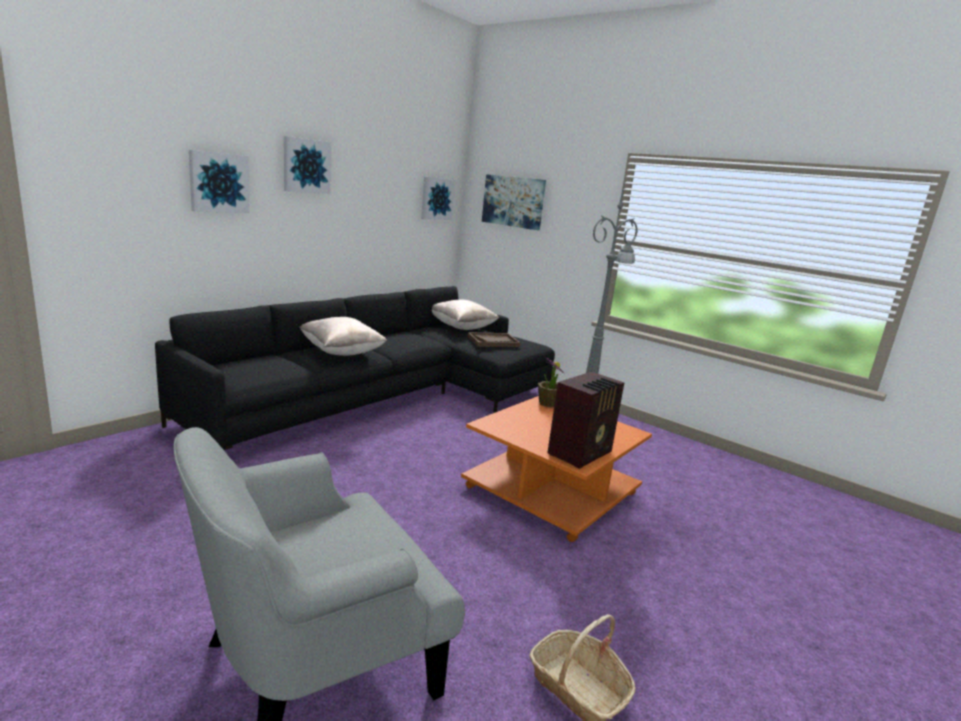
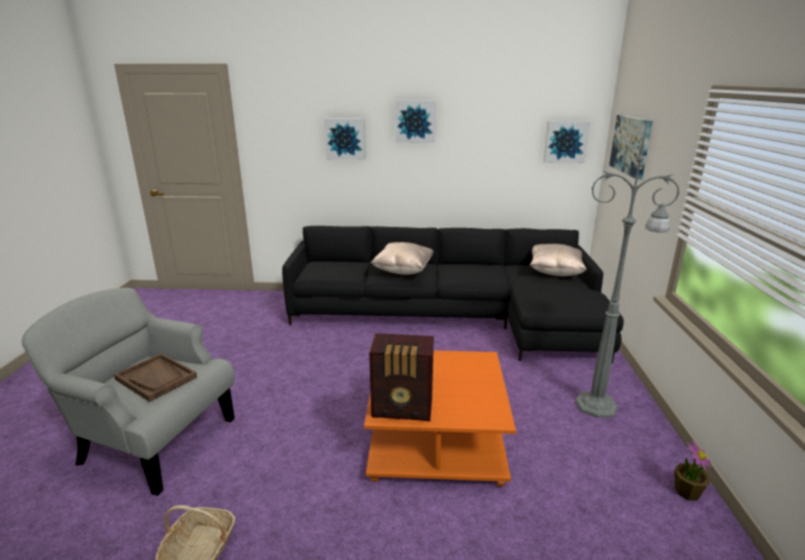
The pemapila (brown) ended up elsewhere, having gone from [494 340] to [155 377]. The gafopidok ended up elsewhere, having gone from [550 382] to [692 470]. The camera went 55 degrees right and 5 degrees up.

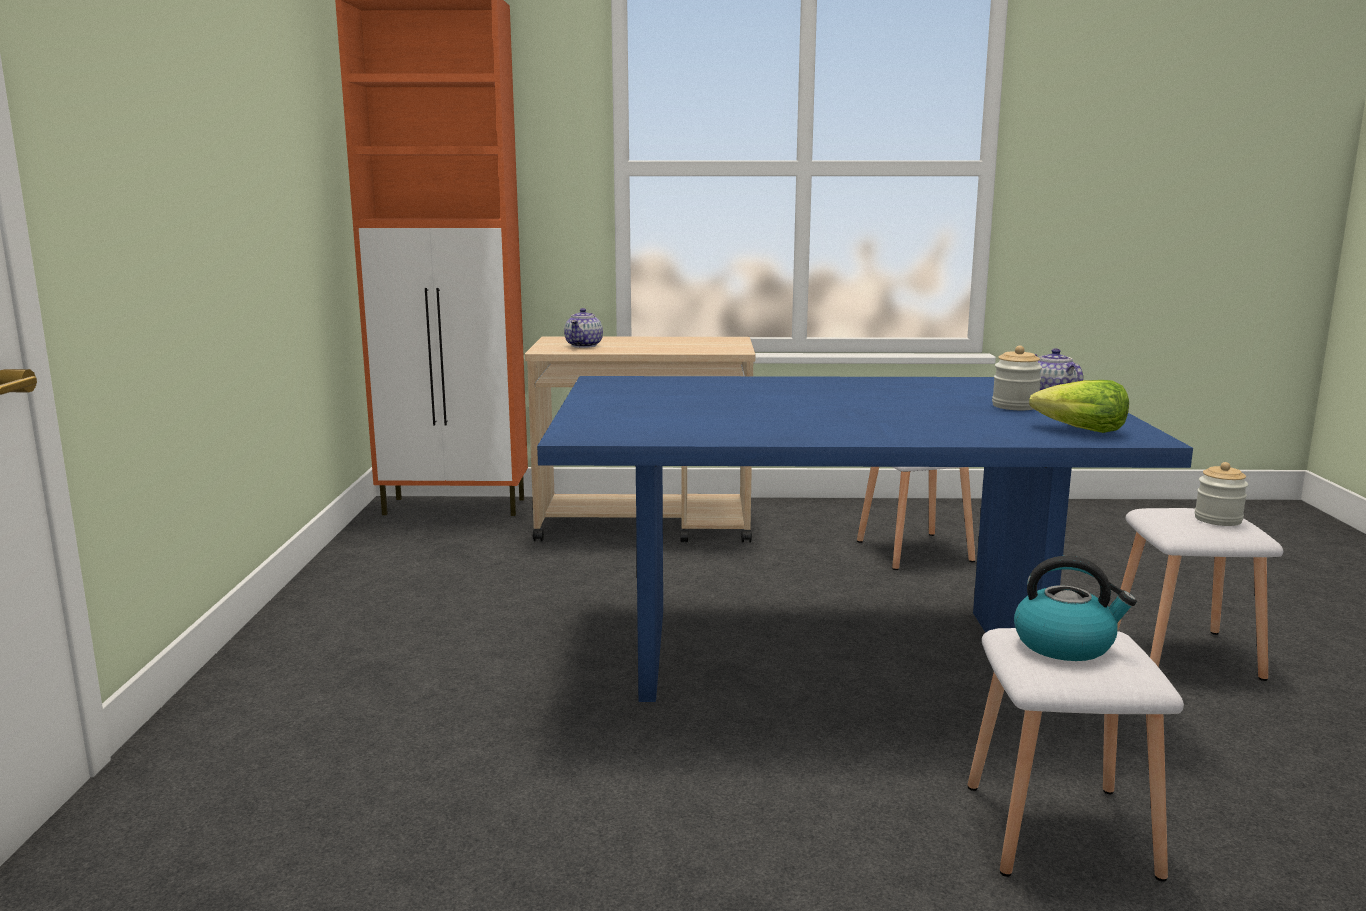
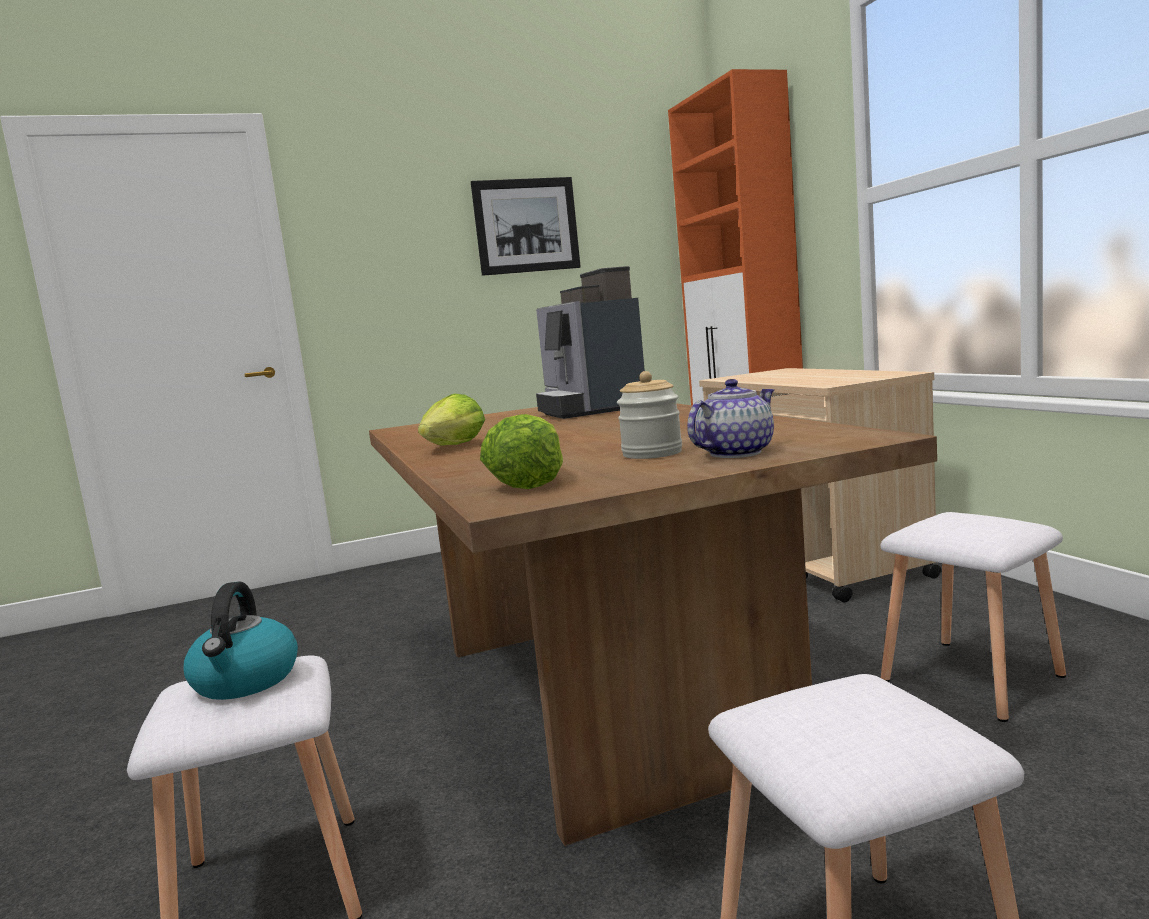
What was the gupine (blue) at [865 539] turned into the gupine (brown) at [653 624]. The second view lost the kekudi at [583 328]. The second view lost the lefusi at [1221 494]. The second view gained the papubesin at [451 420]. The second view gained the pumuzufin at [526 226]. The second view gained the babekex at [590 342]. The camera went 70 degrees right and 5 degrees down.

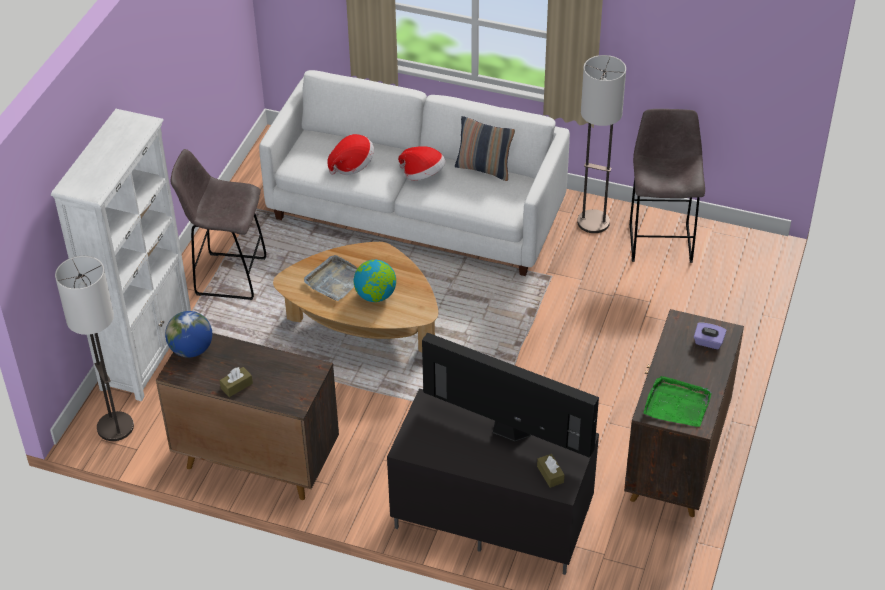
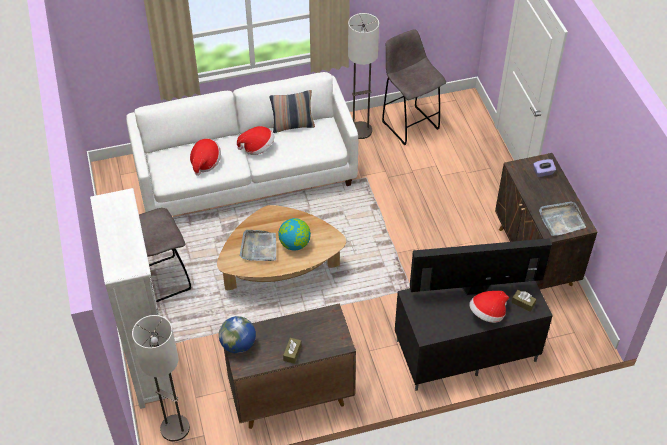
What was the pemapila (green) at [677 401] turned into the pemapila (grey) at [562 218]. The second view gained the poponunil at [489 307]. The camera went 35 degrees left and 5 degrees up.

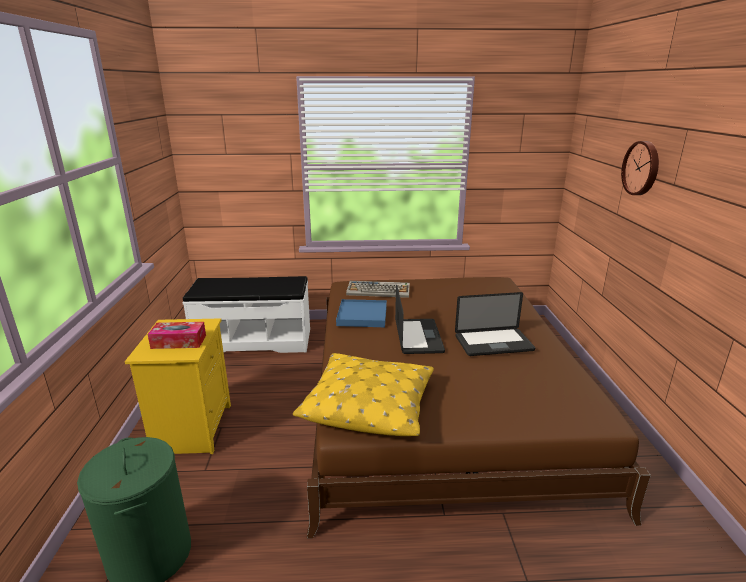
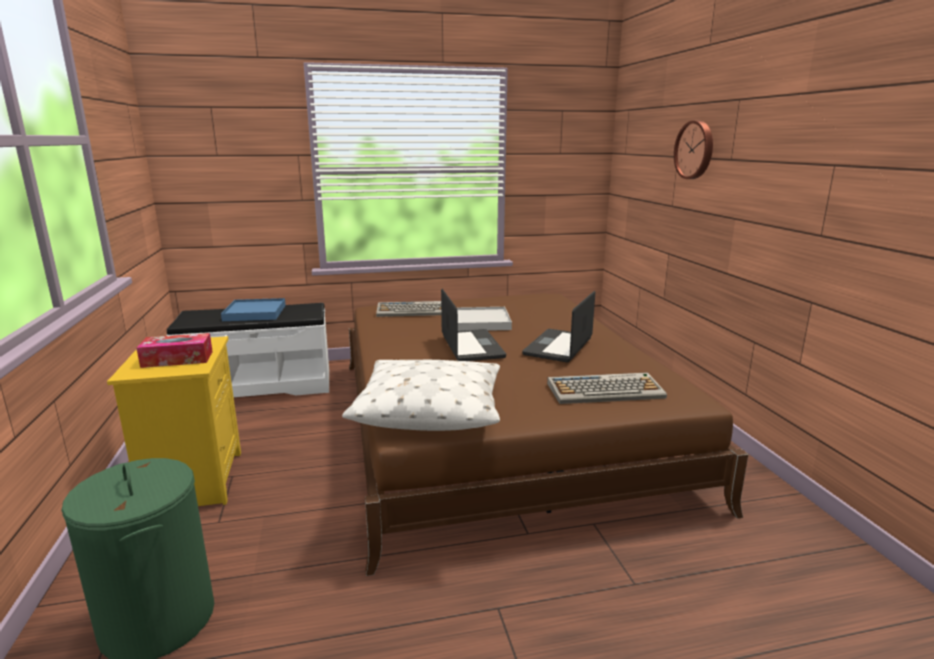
What was the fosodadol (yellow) at [363 394] turned into the fosodadol (white) at [421 395]. The pemapila (blue) ended up elsewhere, having gone from [361 313] to [253 309]. The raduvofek at [495 324] ended up facing another way, 135 degrees clockwise from before. The second view gained the pemapila (white) at [484 319]. The second view gained the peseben at [607 388]. The camera went 10 degrees left and 5 degrees down.

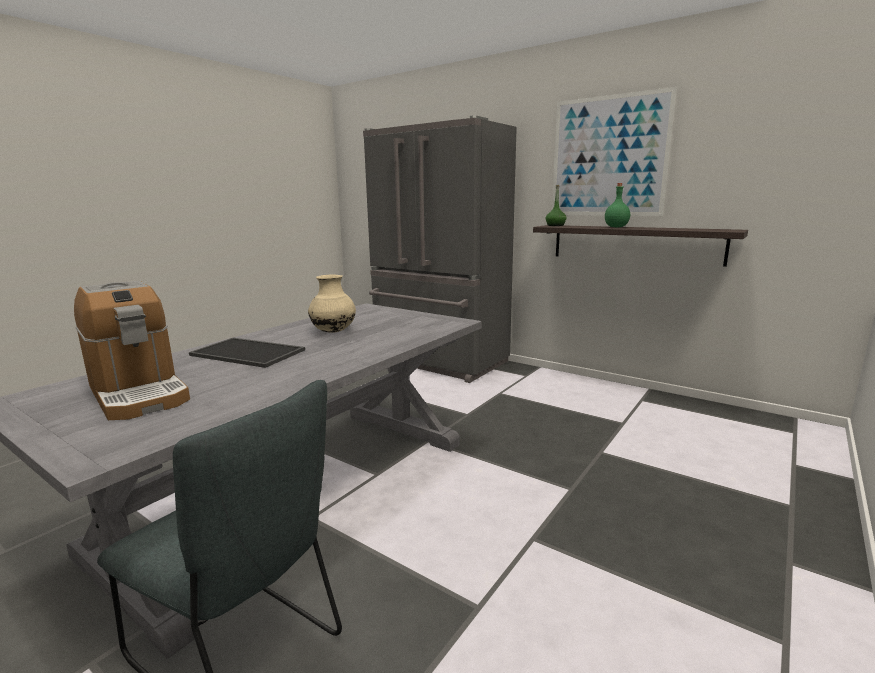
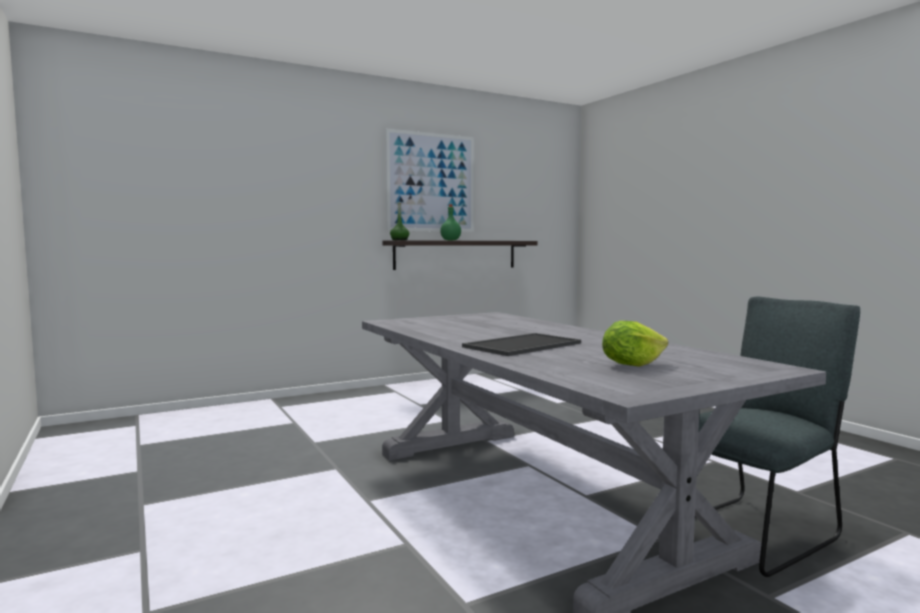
Where the babekex stood at [132 350], the papubesin came to stand at [635 344]. The second view lost the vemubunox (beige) at [332 303]. The second view lost the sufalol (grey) at [440 249]. The camera went 65 degrees left and 10 degrees down.

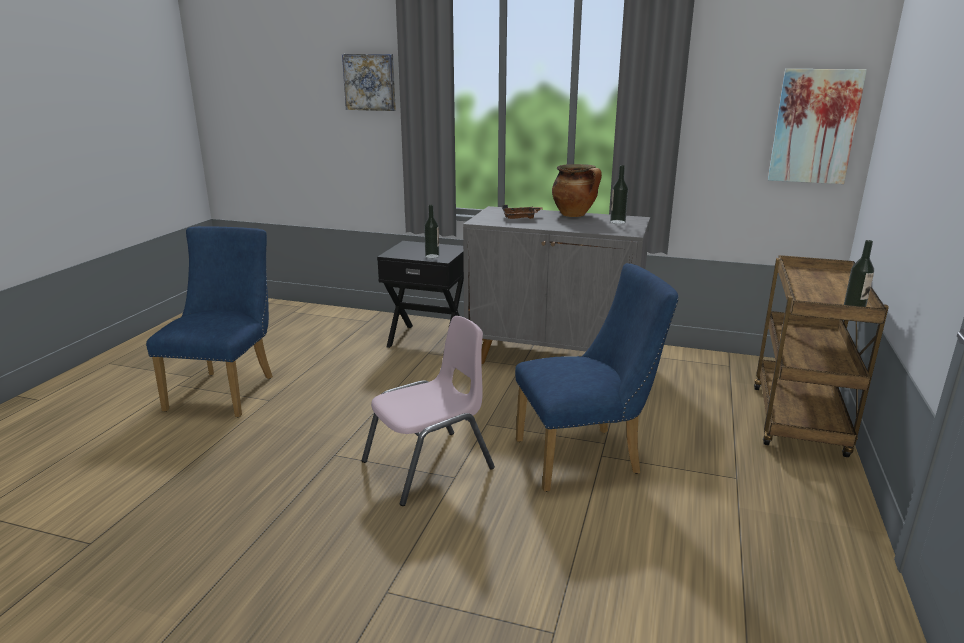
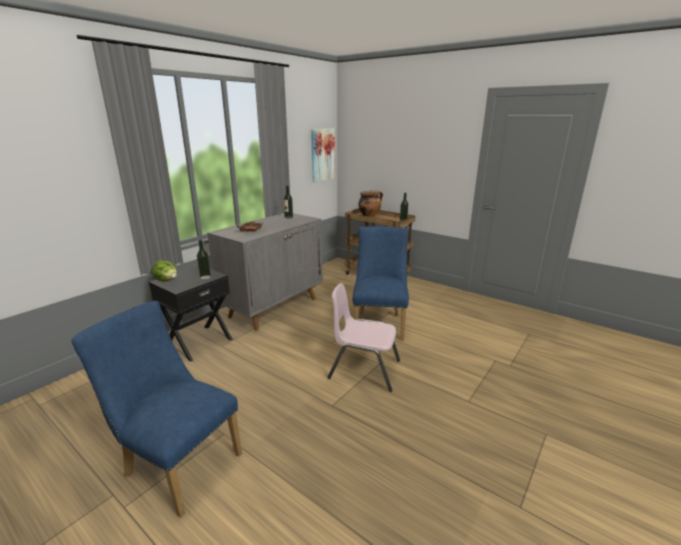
The second view lost the pumuzufin at [369 82]. The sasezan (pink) at [428 411] ended up facing another way, 60 degrees counterclockwise from before. The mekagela ended up elsewhere, having gone from [577 190] to [370 204]. The second view gained the papubesin at [164 271]. The camera went 70 degrees left and 0 degrees up.

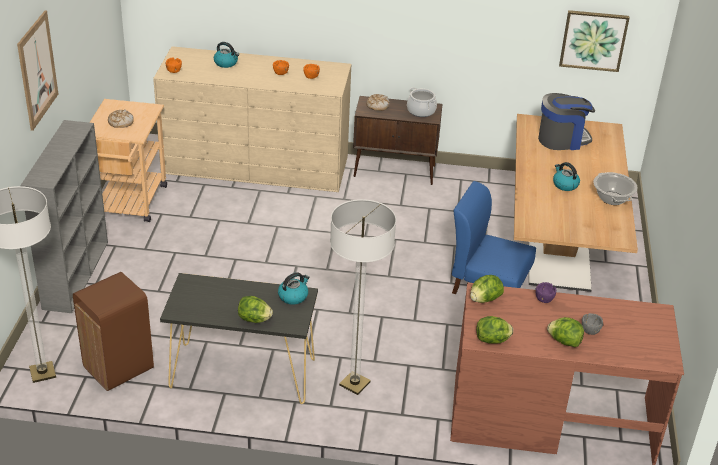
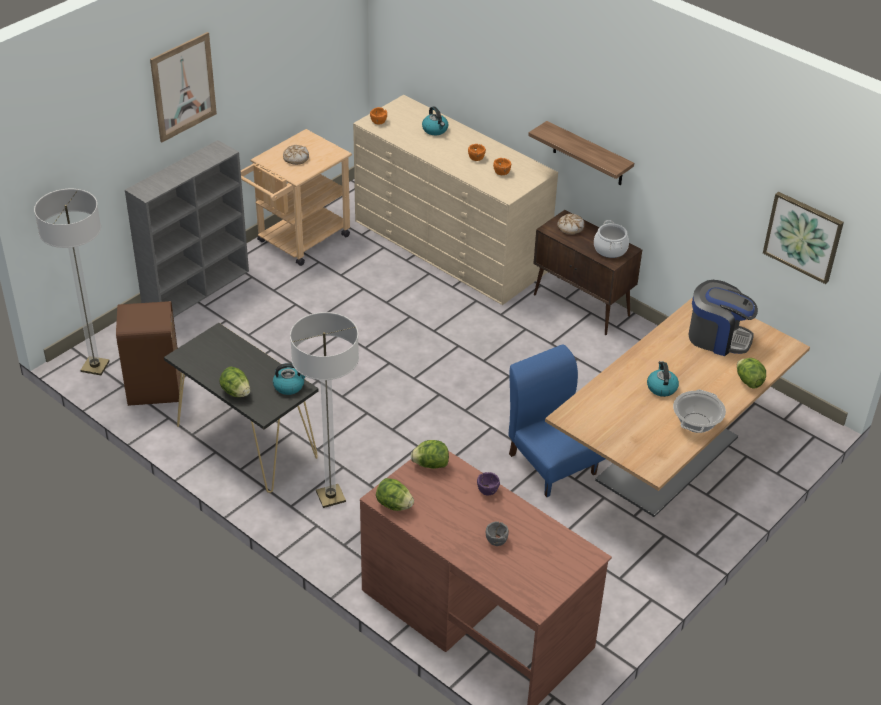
The papubesin ended up elsewhere, having gone from [565 332] to [751 373]. The second view gained the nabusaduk at [581 153]. The camera went 35 degrees right and 5 degrees up.

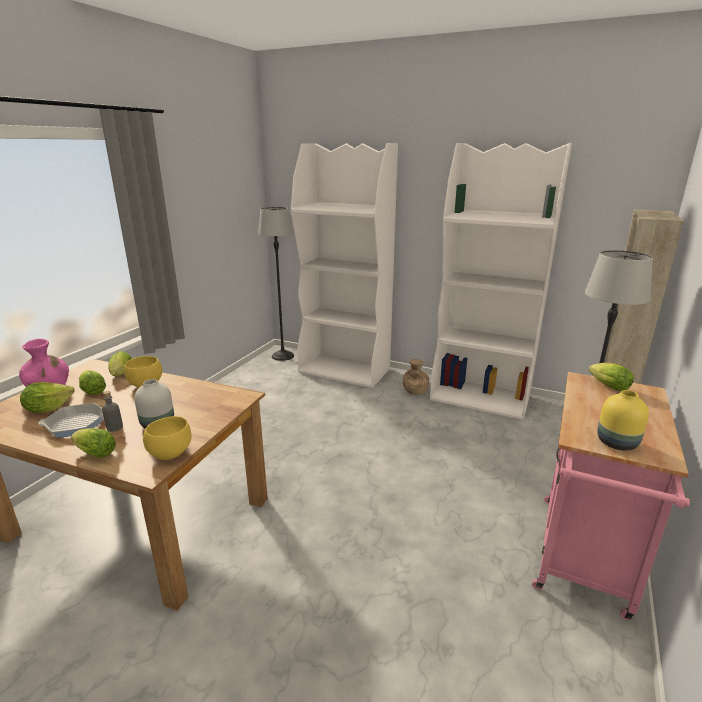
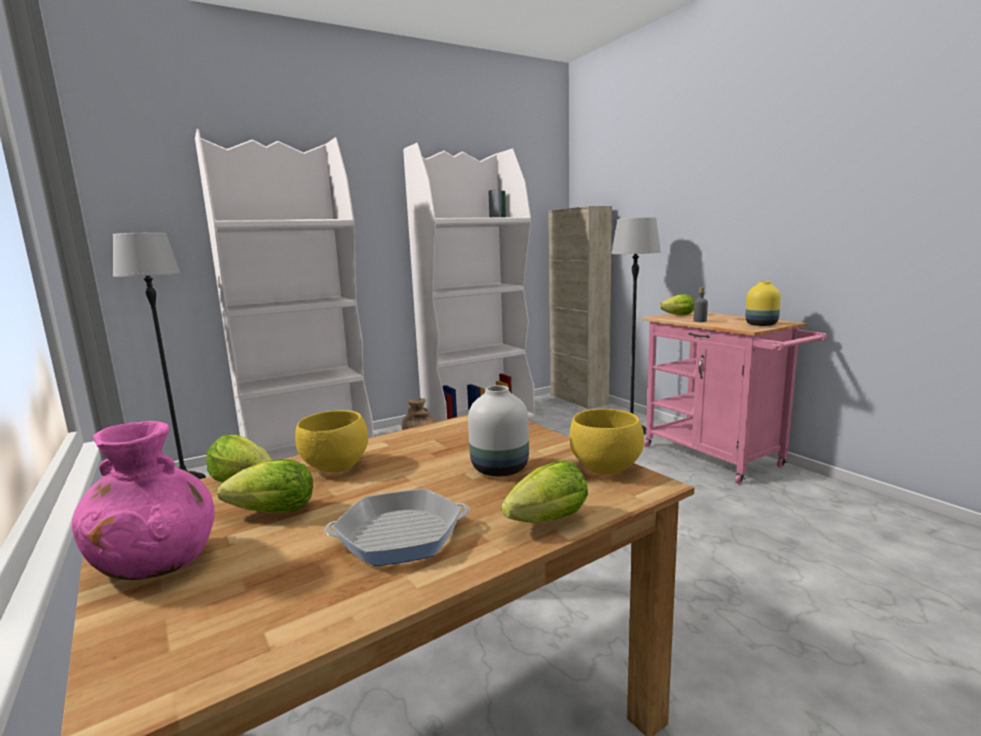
The second view lost the papubesin at [47 397]. The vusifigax at [71 420] ended up facing another way, 60 degrees clockwise from before. The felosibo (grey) ended up elsewhere, having gone from [112 411] to [700 304]. The camera went 55 degrees left and 10 degrees down.

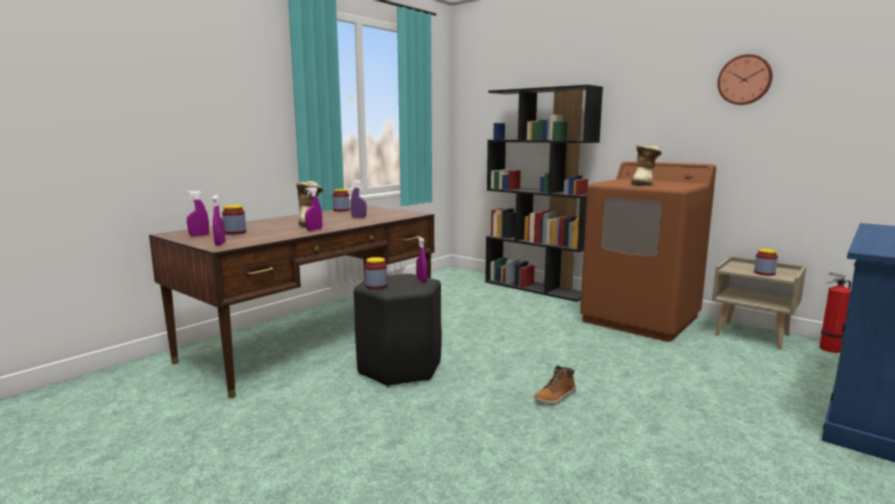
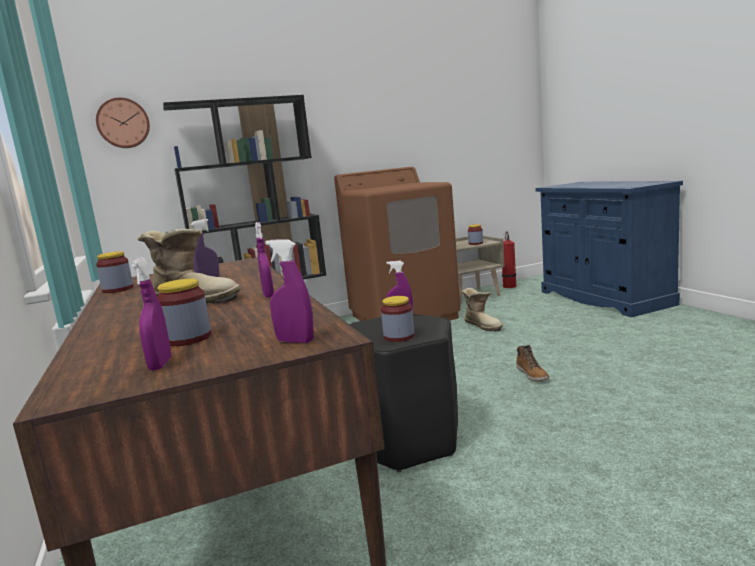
The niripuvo ended up elsewhere, having gone from [646 165] to [482 310]. The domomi ended up elsewhere, having gone from [745 79] to [123 122]. The camera went 60 degrees left and 0 degrees up.

